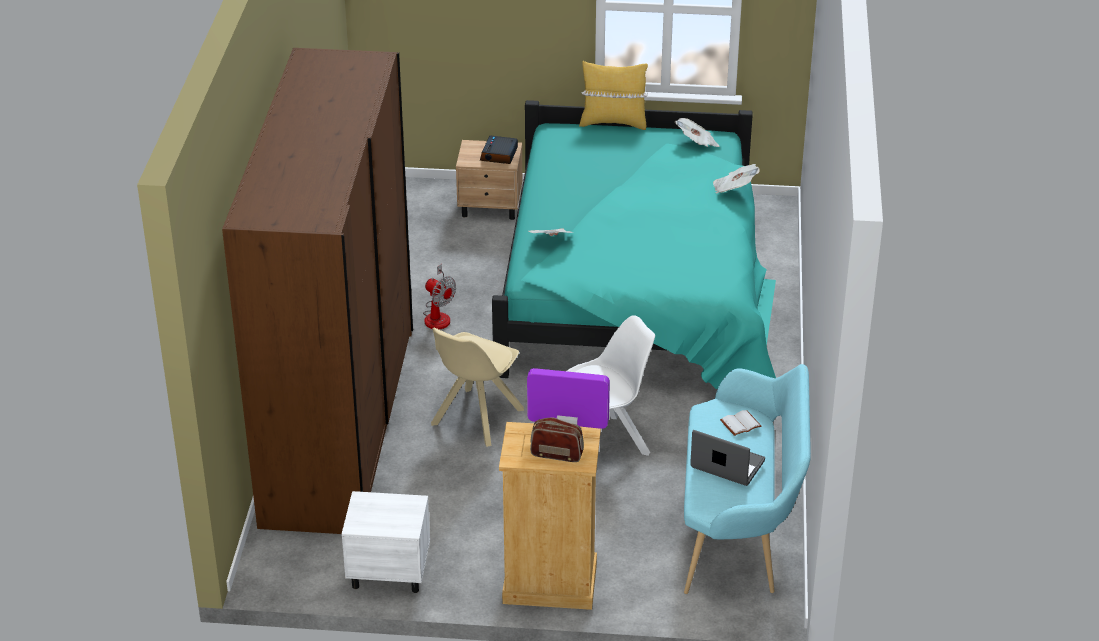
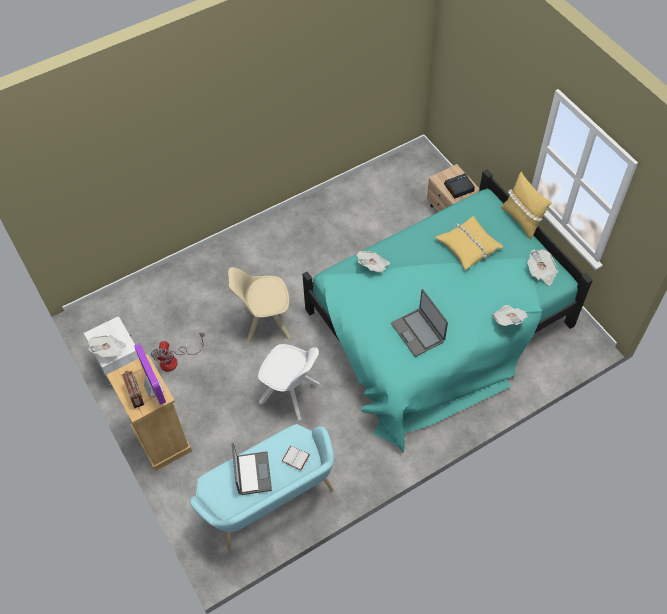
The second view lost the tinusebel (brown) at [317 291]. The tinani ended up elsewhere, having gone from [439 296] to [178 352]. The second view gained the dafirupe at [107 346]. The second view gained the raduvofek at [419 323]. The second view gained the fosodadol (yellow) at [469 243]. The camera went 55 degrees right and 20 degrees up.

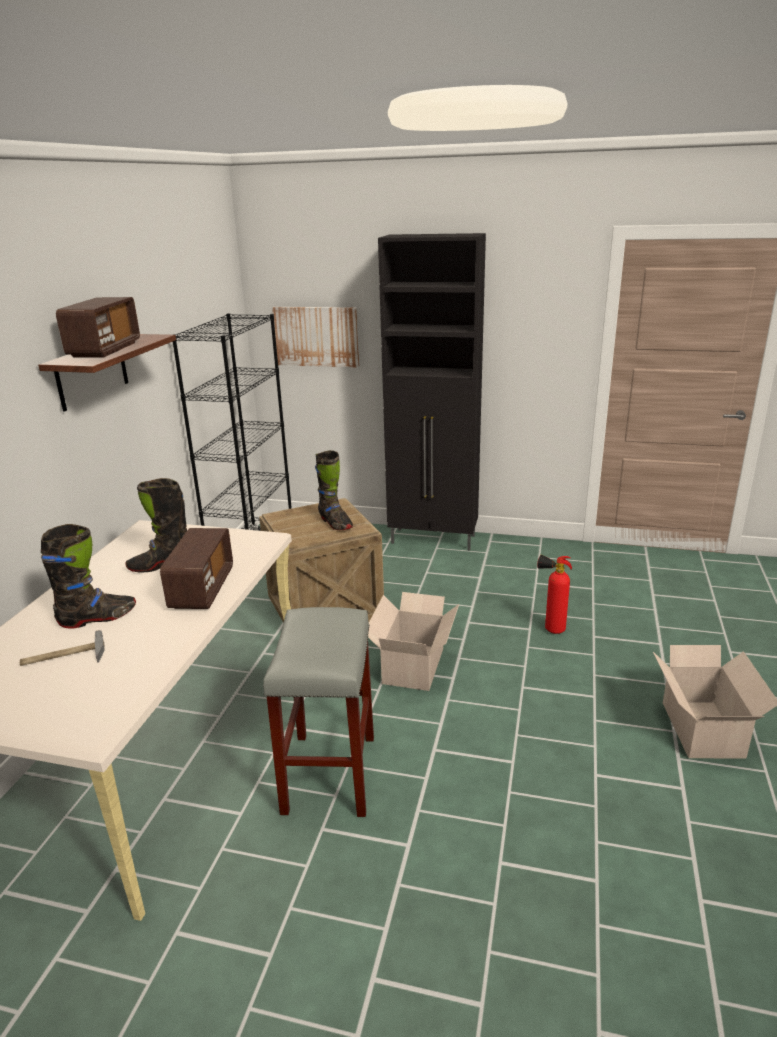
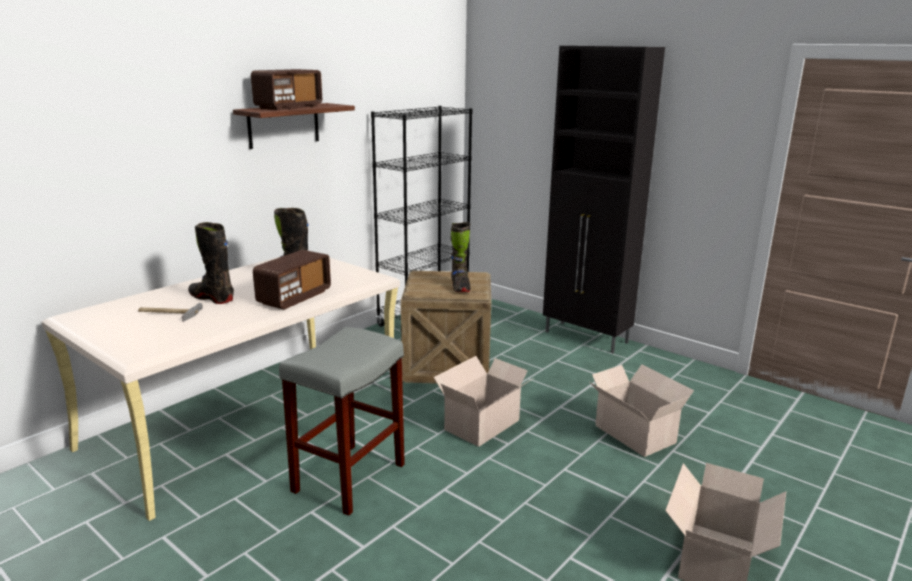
The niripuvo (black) at [88 576] ended up facing another way, 150 degrees counterclockwise from before. The second view lost the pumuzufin at [315 337]. Where the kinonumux stood at [554 594], the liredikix came to stand at [641 410]. The camera went 25 degrees right and 5 degrees down.

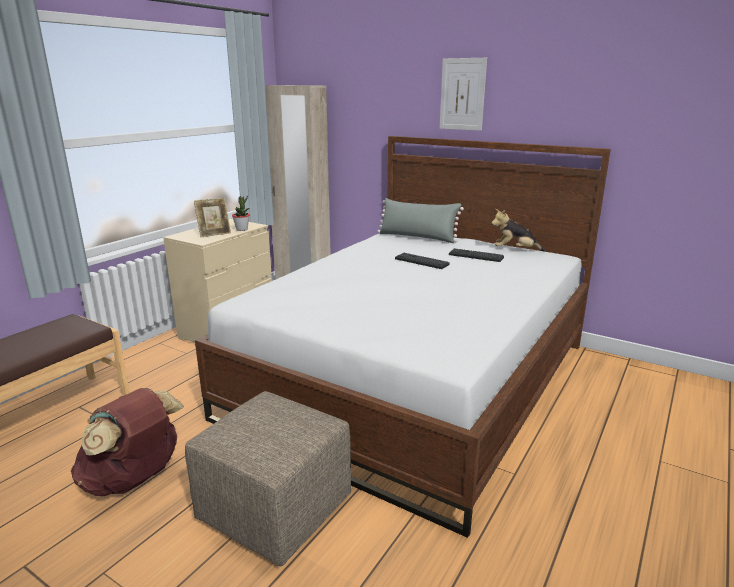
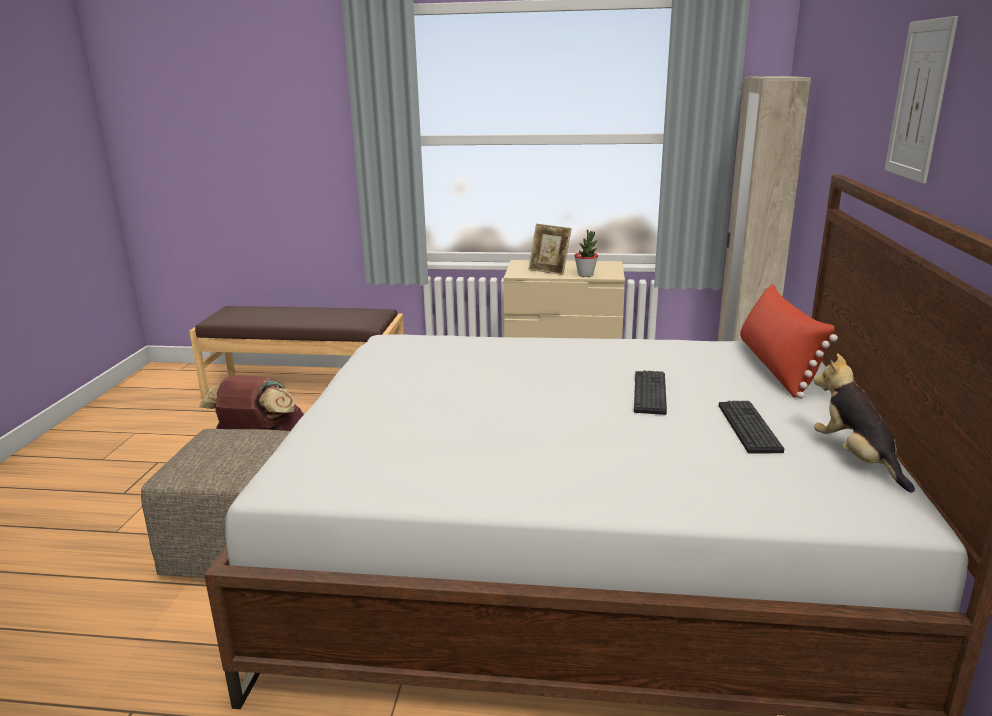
What was the fosodadol (grey) at [420 220] turned into the fosodadol (red) at [789 341]. The camera went 65 degrees right and 0 degrees up.

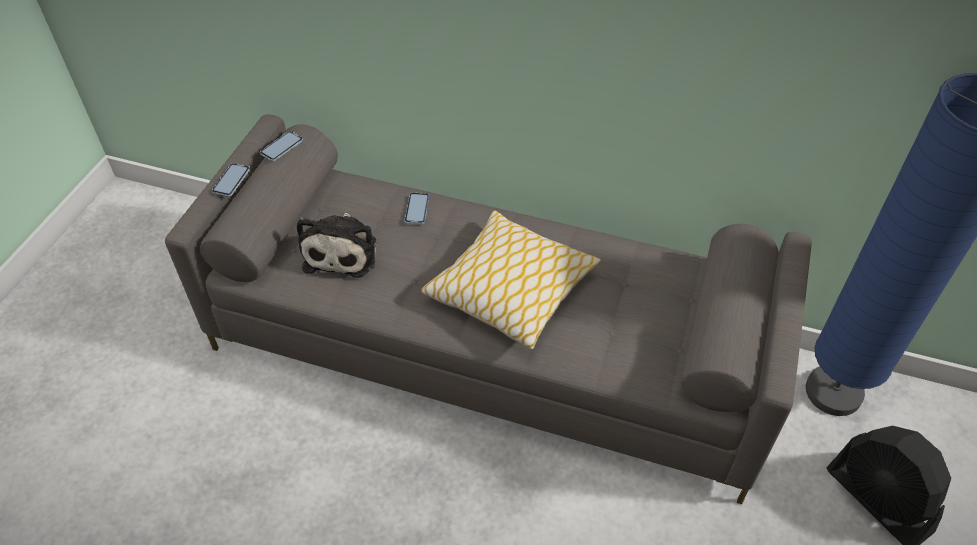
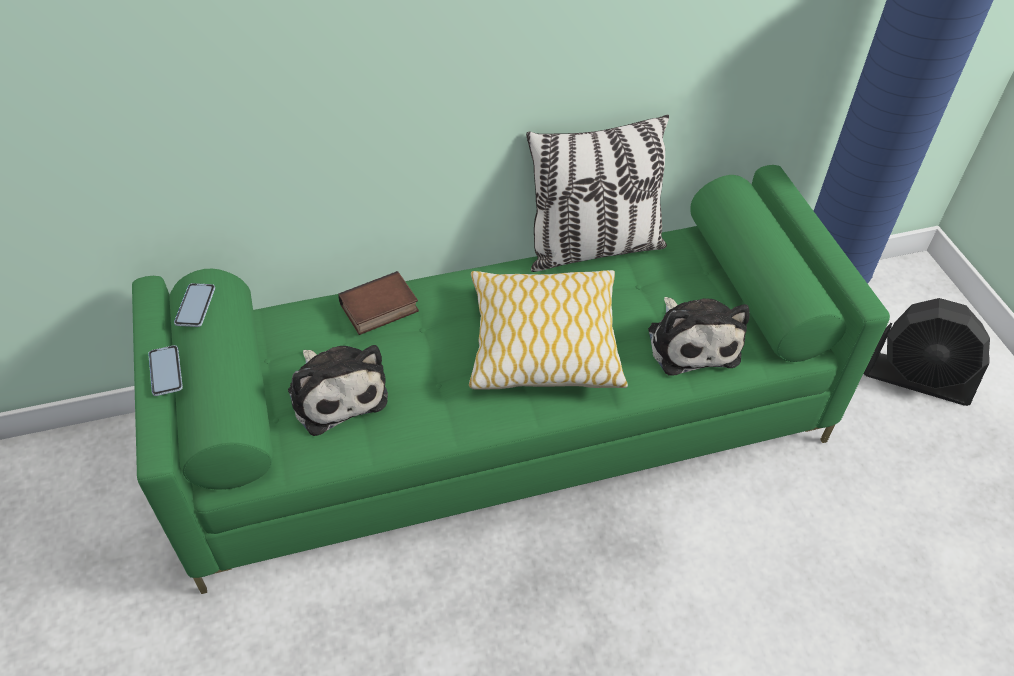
What was the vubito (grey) at [488 309] turned into the vubito (green) at [511 379]. Where the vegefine stood at [416 208], the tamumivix came to stand at [378 303]. The second view gained the fosodadol at [597 193]. The second view gained the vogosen at [699 336]. The camera went 35 degrees left and 0 degrees up.

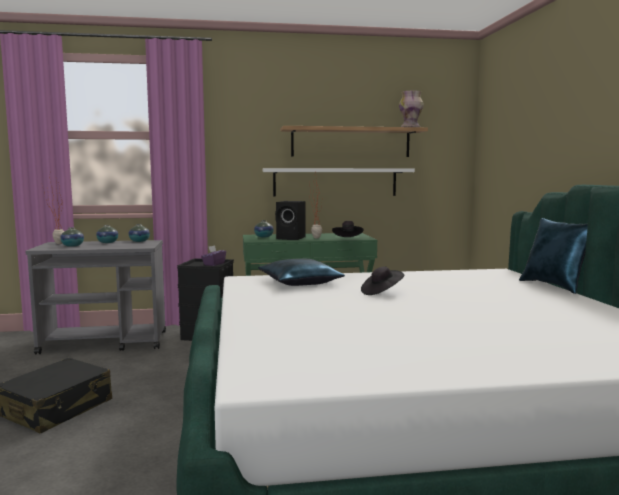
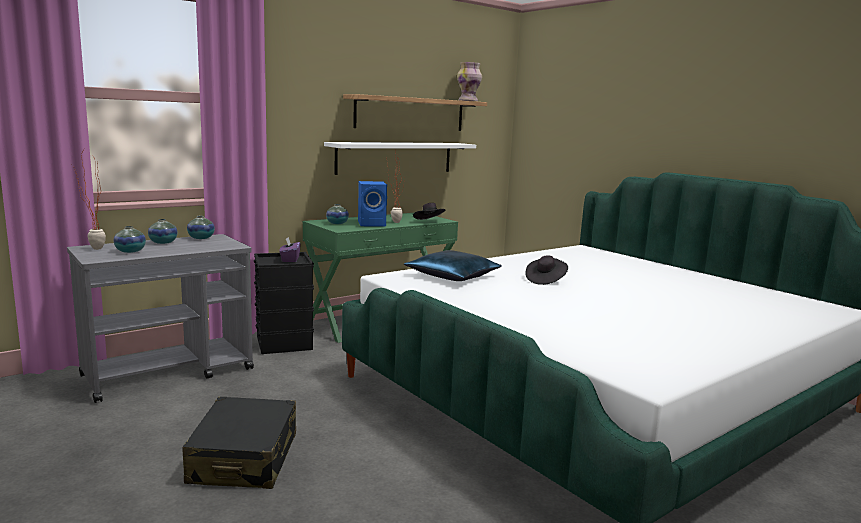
What was the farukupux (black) at [290 220] turned into the farukupux (blue) at [372 204]. The second view lost the fosodadol (blue) at [553 256]. The camera went 30 degrees left and 5 degrees up.

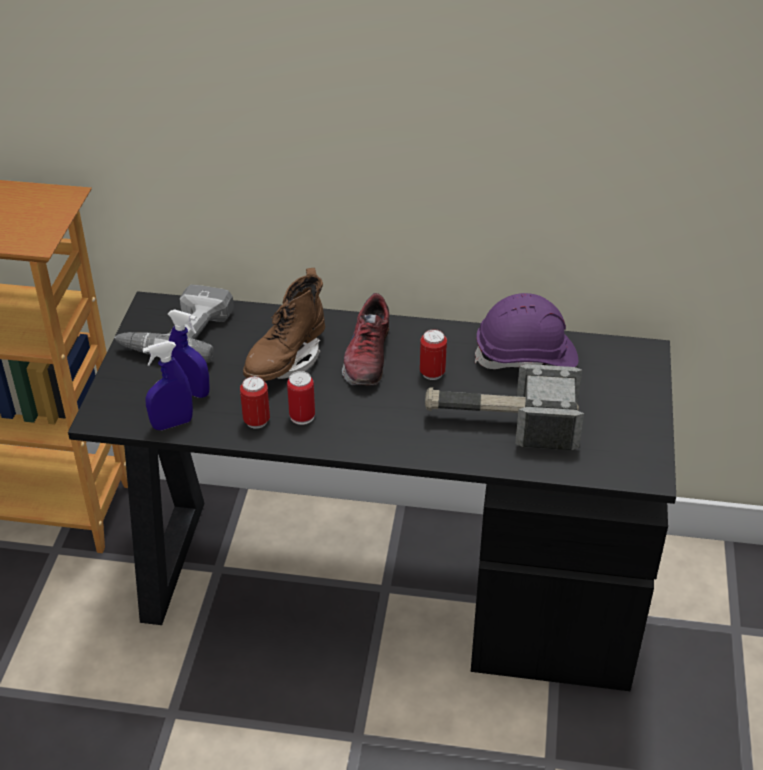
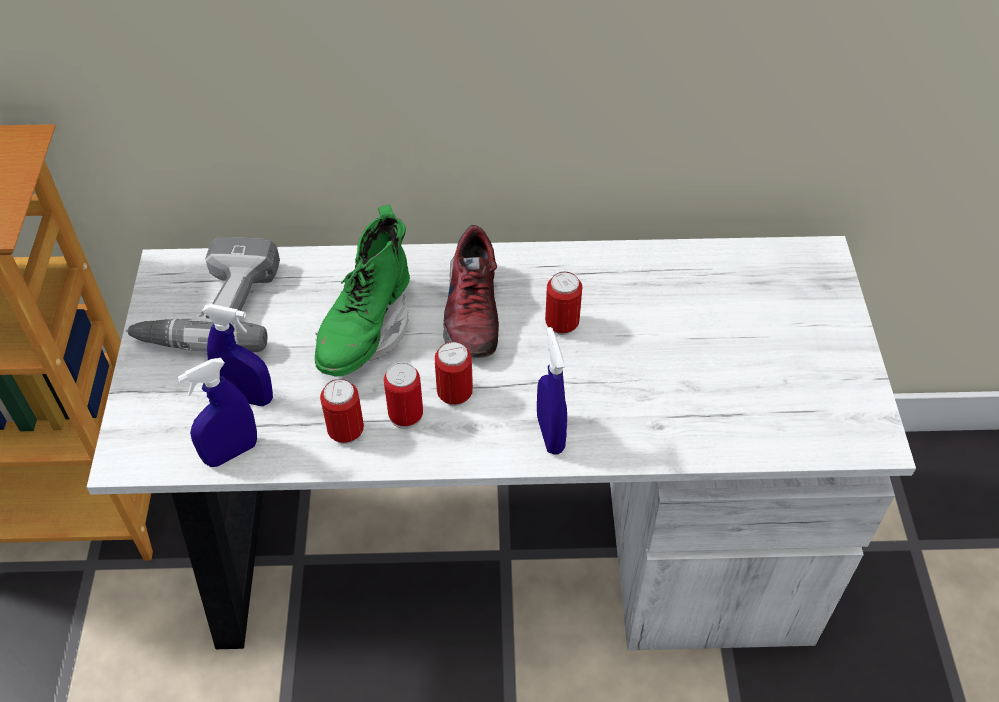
What was the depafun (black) at [372 491] turned into the depafun (white) at [501 443]. What was the niripuvo (brown) at [284 324] turned into the niripuvo (green) at [362 291]. The second view lost the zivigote at [504 407]. The second view lost the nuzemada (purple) at [526 331]. The second view gained the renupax at [454 373]. The second view gained the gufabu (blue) at [552 391]. The camera went 10 degrees left and 10 degrees up.

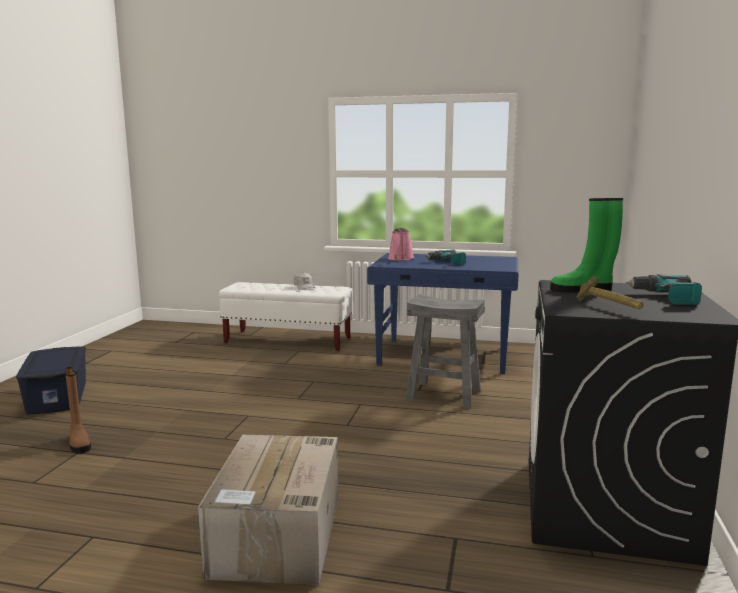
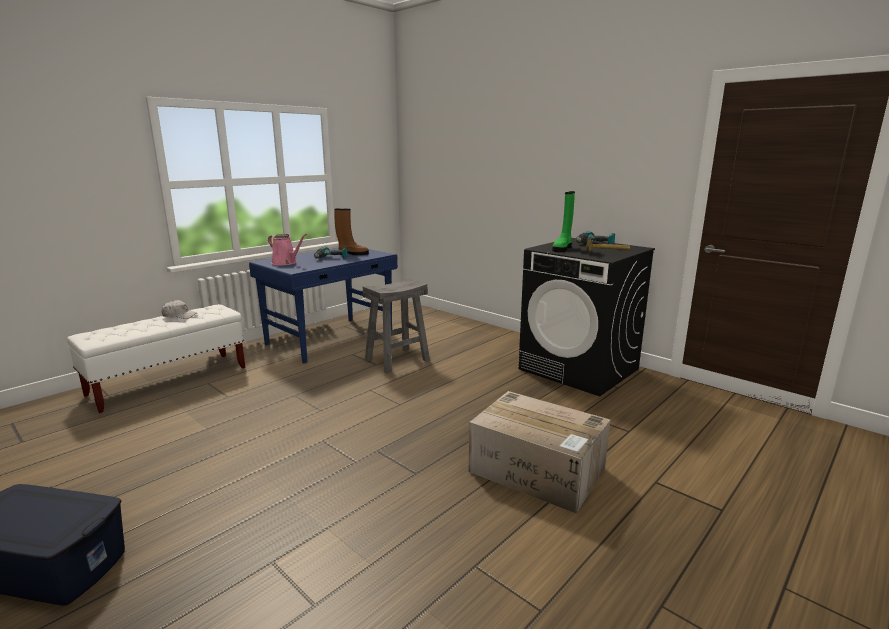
The niripuvo (brown) ended up elsewhere, having gone from [78 410] to [351 232]. The camera went 60 degrees left and 5 degrees up.

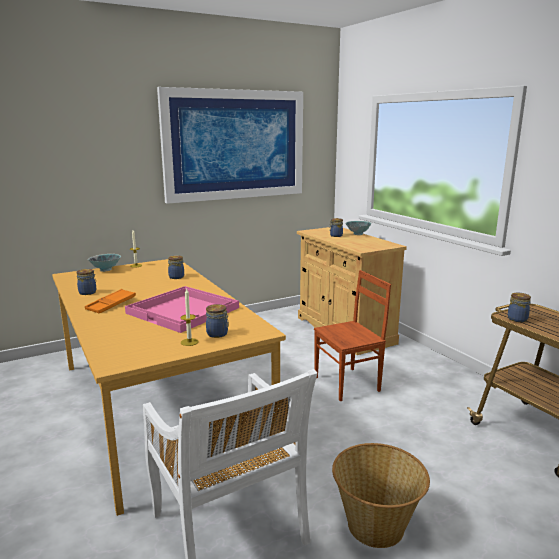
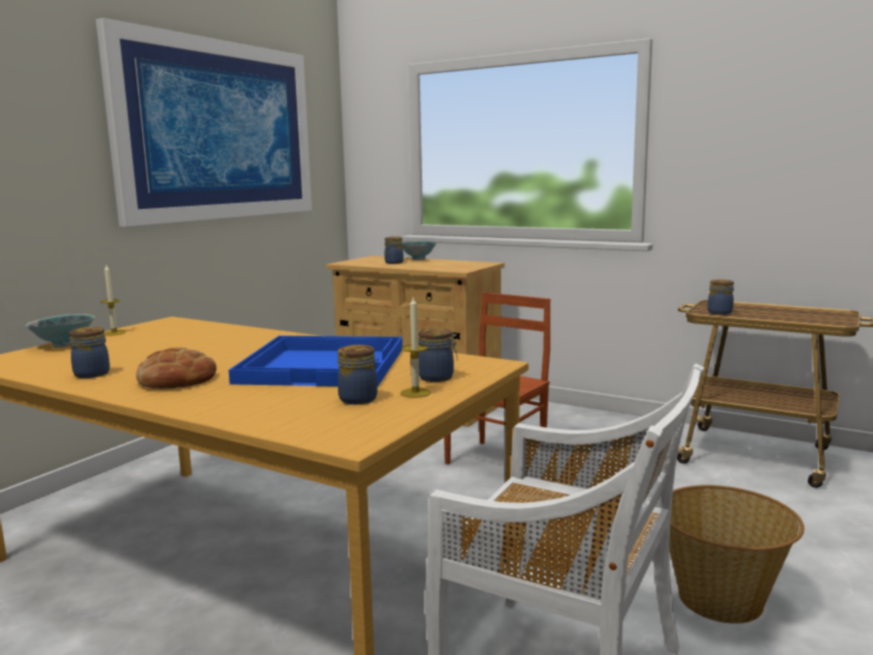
Where the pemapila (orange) stood at [110 301], the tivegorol came to stand at [176 368]. What was the pemapila (pink) at [182 309] turned into the pemapila (blue) at [316 361]. The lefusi ended up elsewhere, having gone from [176 267] to [357 375]. The camera went 30 degrees left and 5 degrees down.

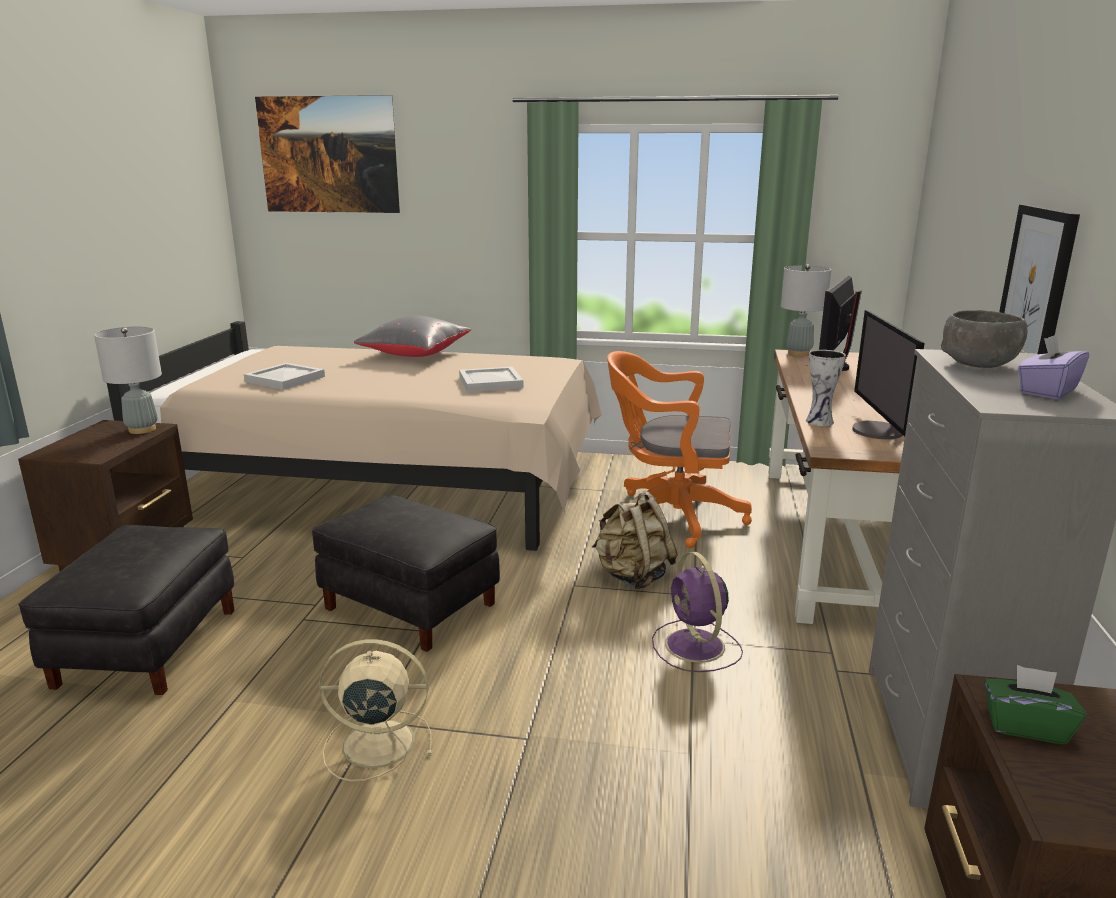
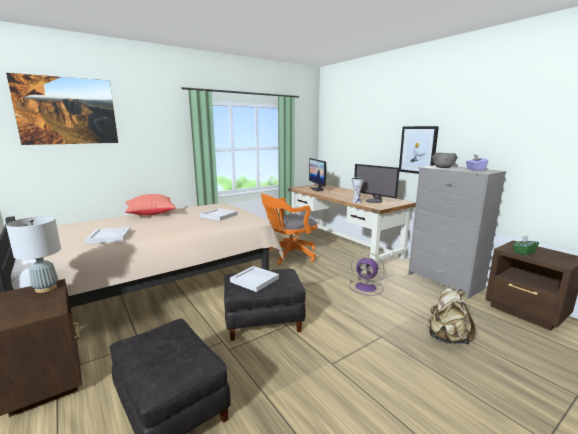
The second view lost the tinani (beige) at [375 710]. What was the fosodadol (grey) at [412 336] turned into the fosodadol (red) at [150 204]. The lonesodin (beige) ended up elsewhere, having gone from [635 540] to [451 316]. The second view lost the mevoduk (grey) at [806 310]. The second view gained the pemapila (white) at [254 279]. The camera went 45 degrees left and 5 degrees down.

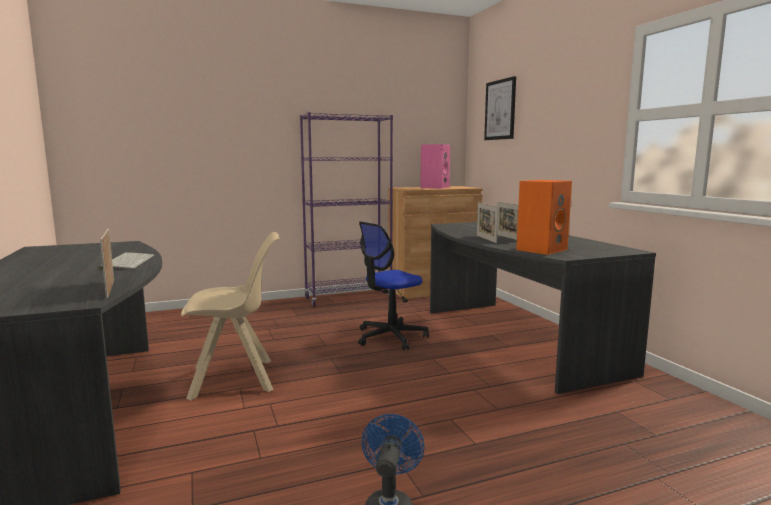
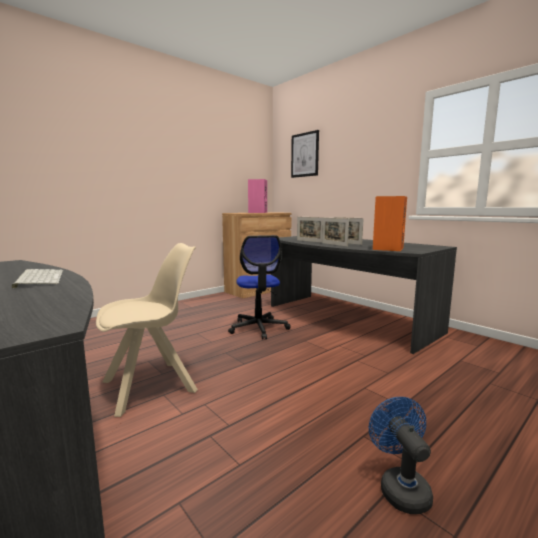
The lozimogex ended up elsewhere, having gone from [107 263] to [310 230]. The second view lost the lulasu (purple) at [346 209]. The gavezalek at [393 285] ended up facing another way, 45 degrees counterclockwise from before. The camera went 20 degrees left and 0 degrees up.

